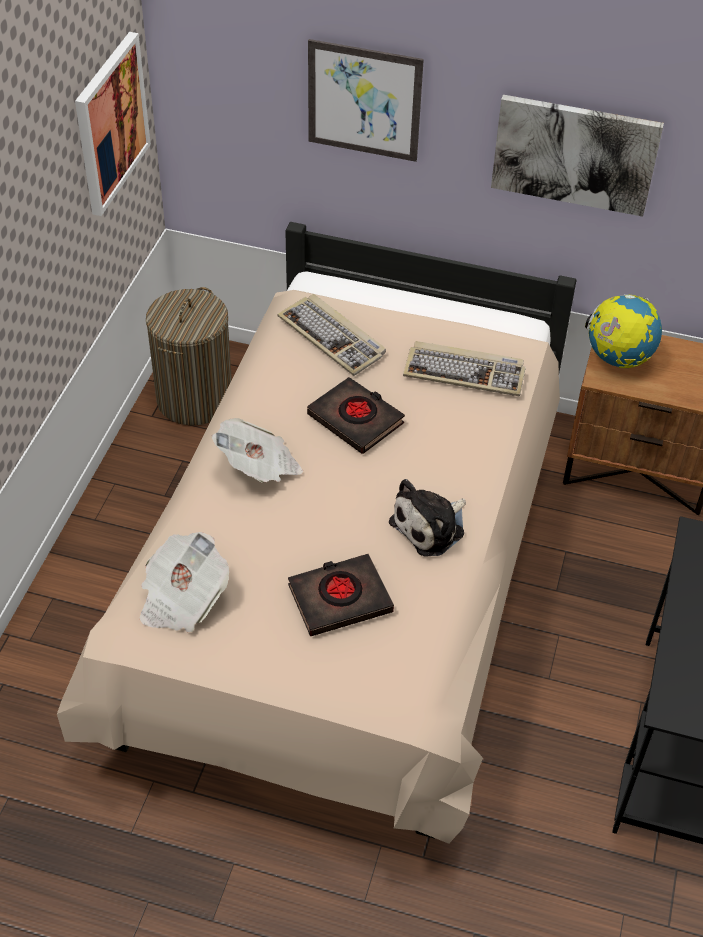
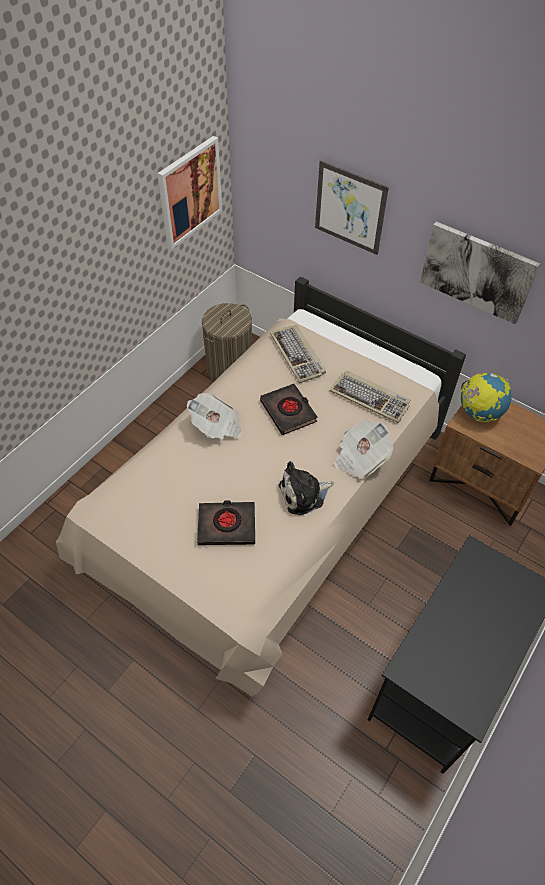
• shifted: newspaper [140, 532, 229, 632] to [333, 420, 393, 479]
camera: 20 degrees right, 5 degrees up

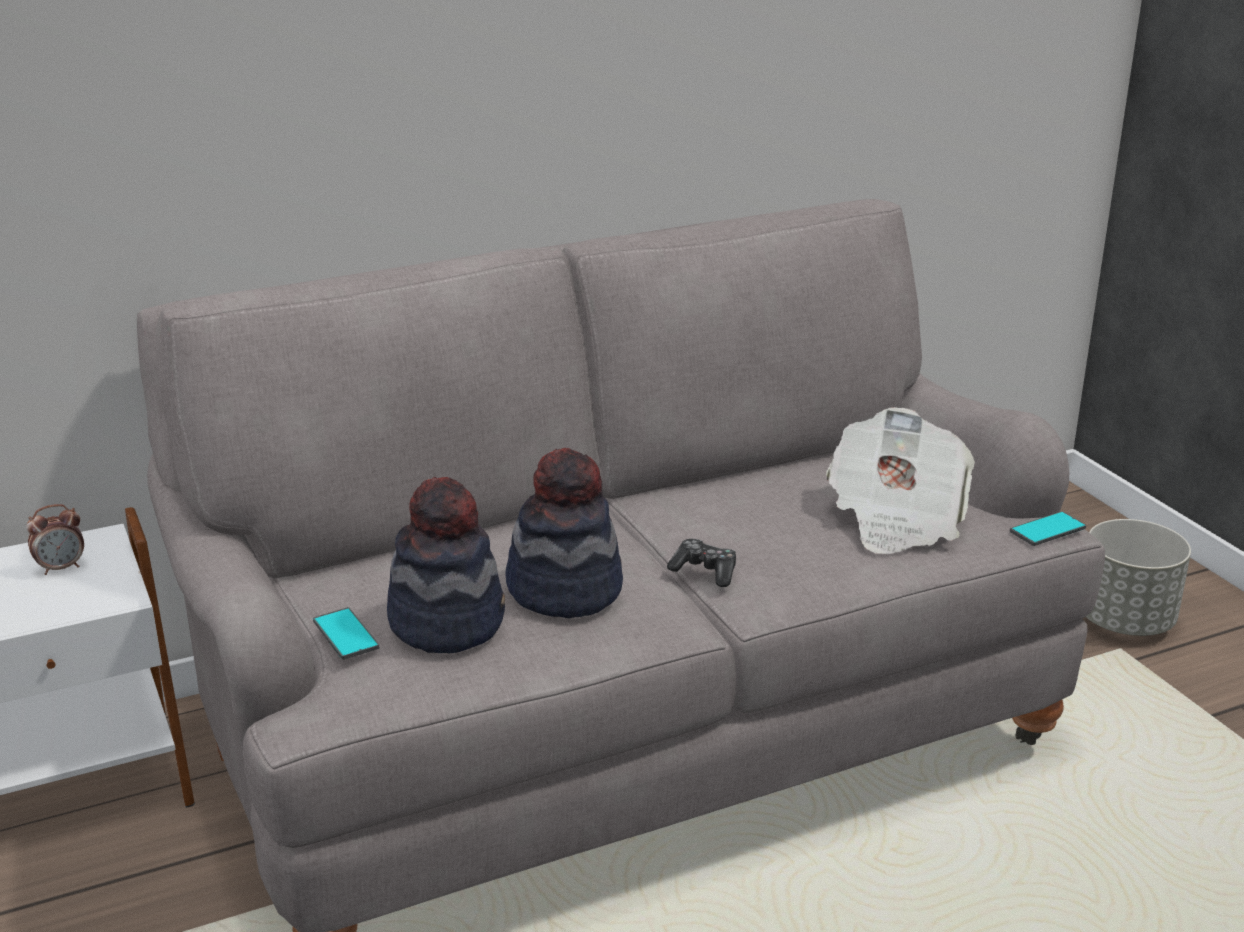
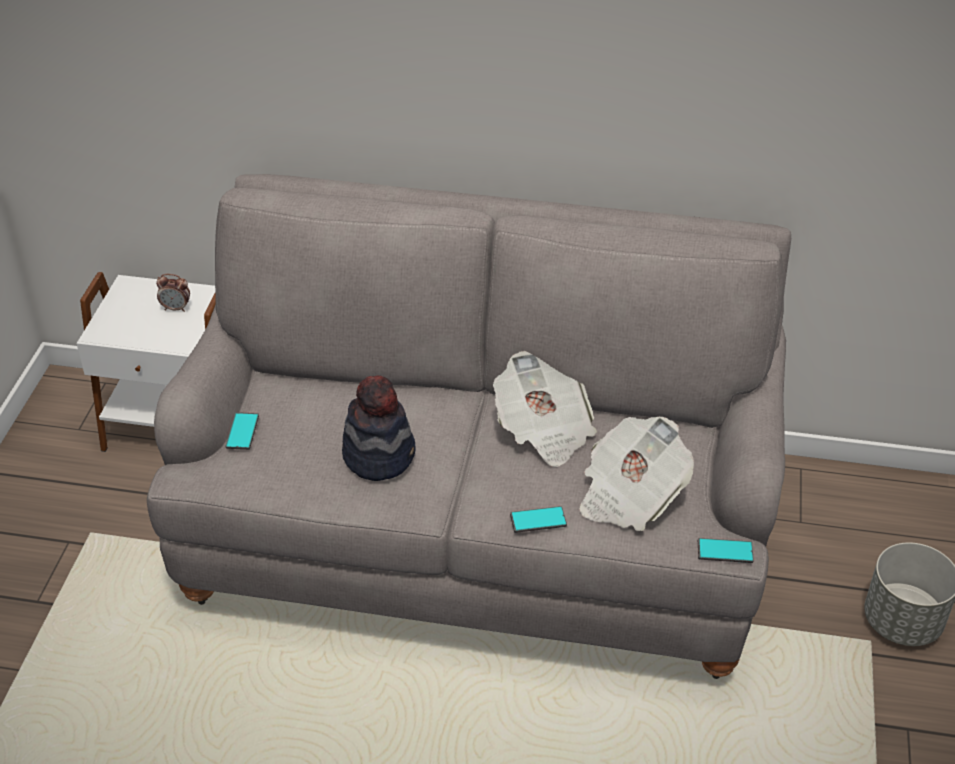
• gone: hat [387, 477, 505, 654]
• gone: game controller [667, 539, 736, 587]
• new: newspaper [493, 351, 597, 467]
• new: phone [510, 506, 567, 533]
camera: 35 degrees right, 15 degrees up

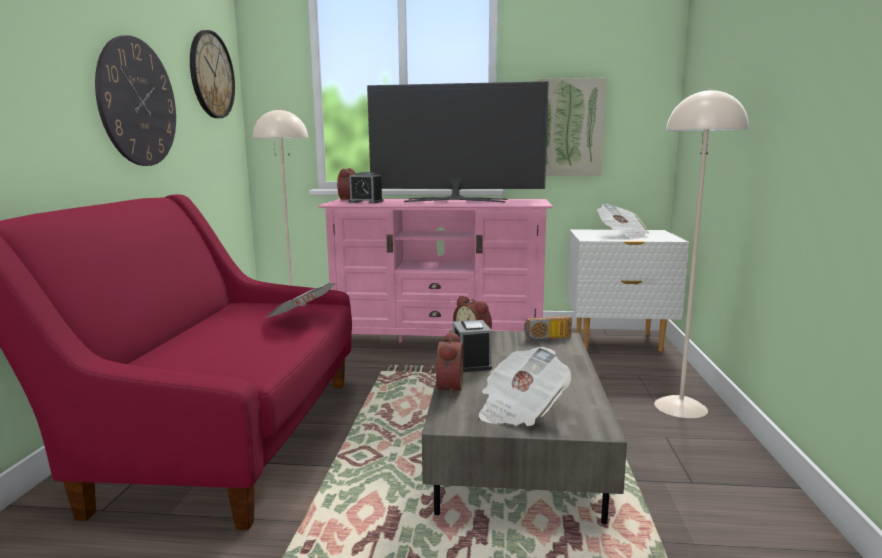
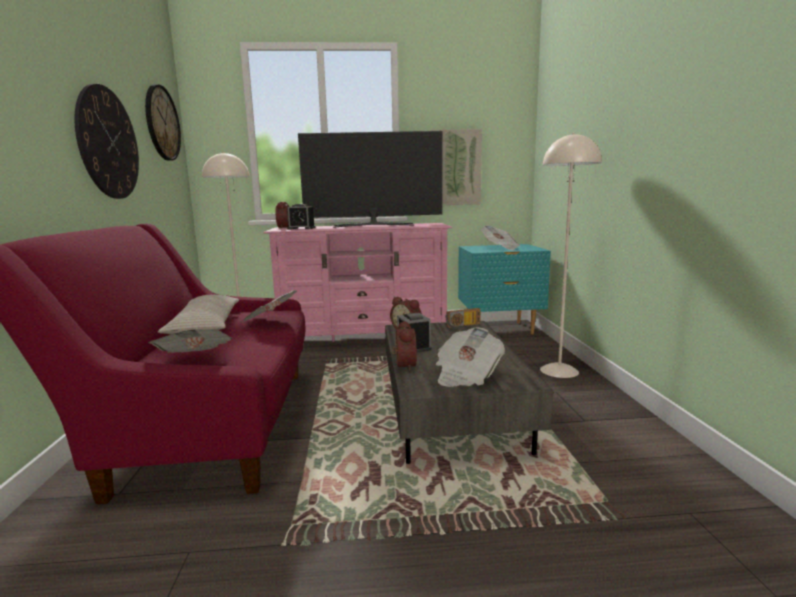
• repainted: nightstand (white) [567, 230, 689, 352] to nightstand (turquoise) [458, 244, 551, 334]
• new: pillow (beige) [158, 295, 239, 335]
• new: newspaper [148, 329, 232, 353]
camera: 10 degrees left, 0 degrees up

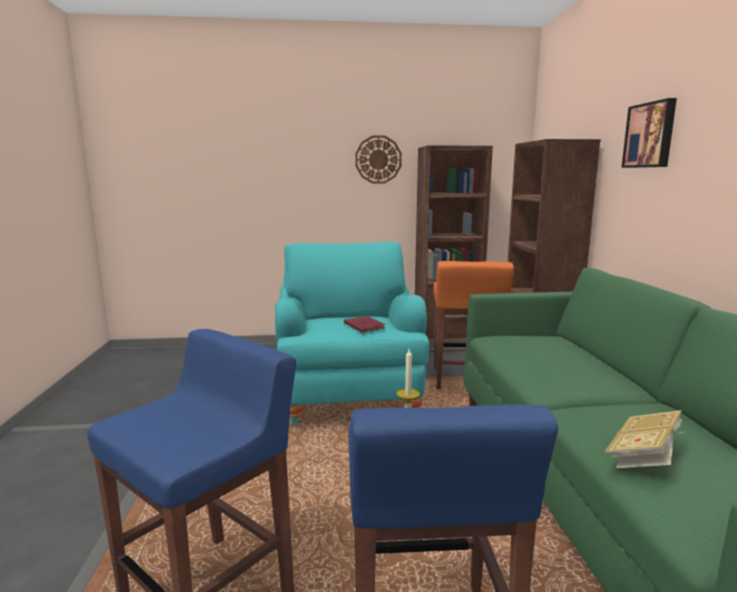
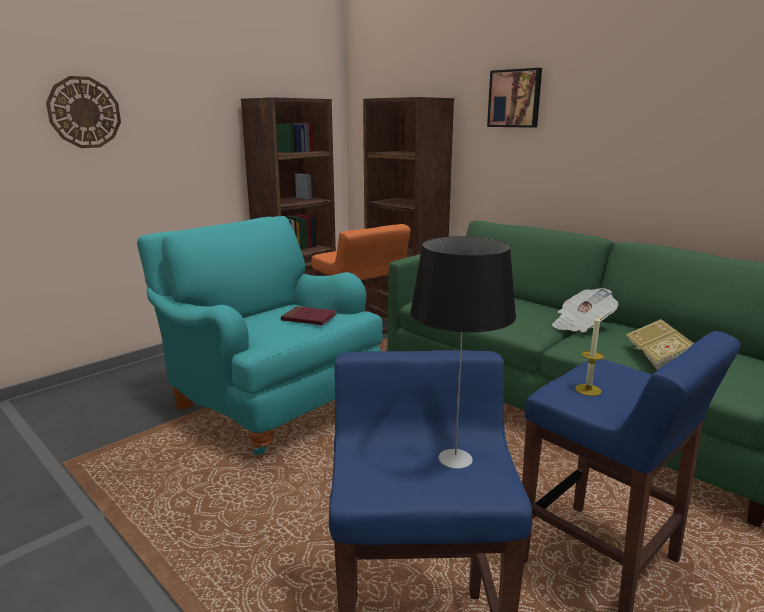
• shifted: wall clock [355, 135, 402, 184] to [46, 76, 121, 148]
• new: table lamp [410, 236, 516, 468]
• new: newspaper [552, 288, 618, 332]
camera: 40 degrees left, 5 degrees up

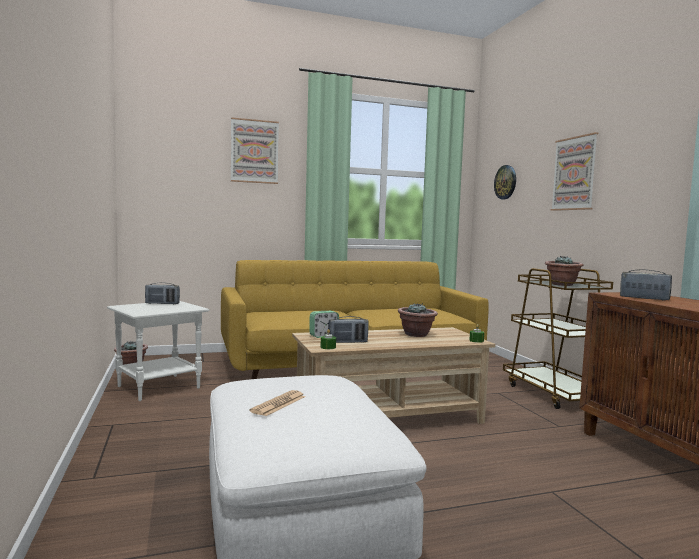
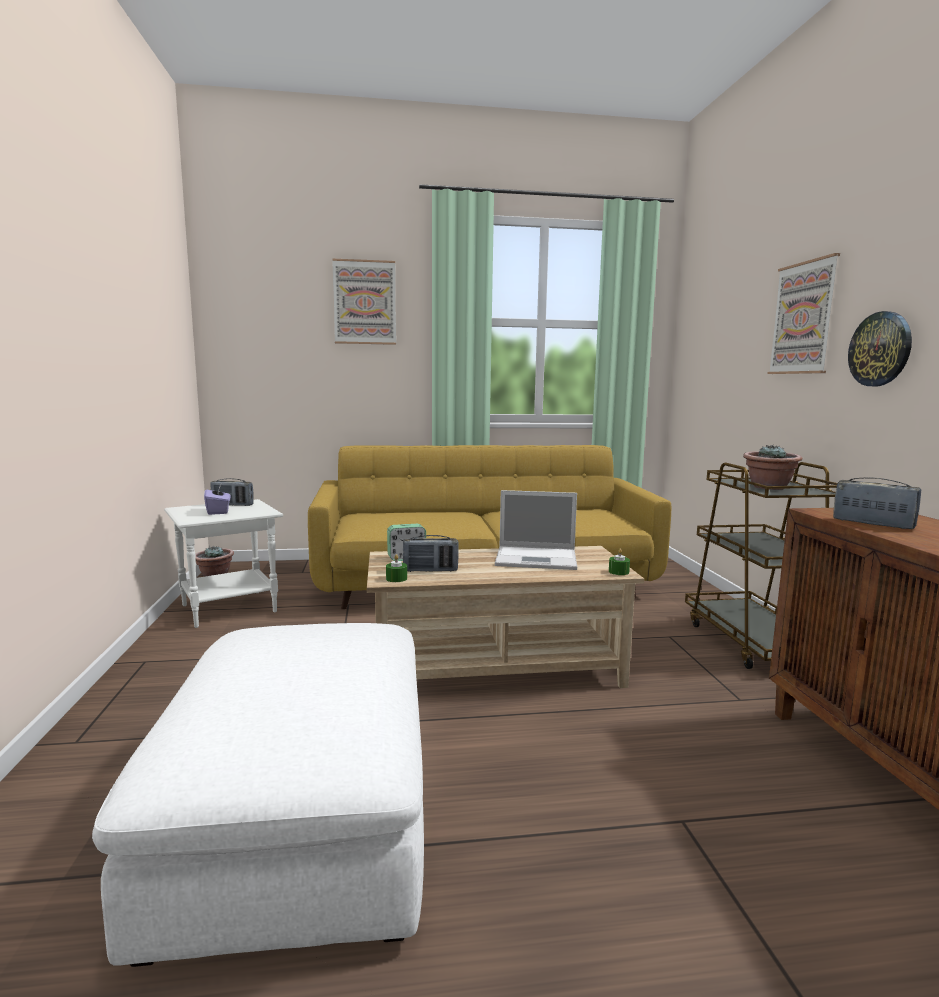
• shifted: wall clock [494, 165, 516, 199] to [848, 311, 912, 386]
• swapped: potted plant [398, 303, 438, 337] to laptop [495, 490, 577, 570]
• gone: newspaper [249, 390, 305, 416]
• new: tissue box (purple) [204, 484, 231, 515]
camera: 10 degrees right, 5 degrees up

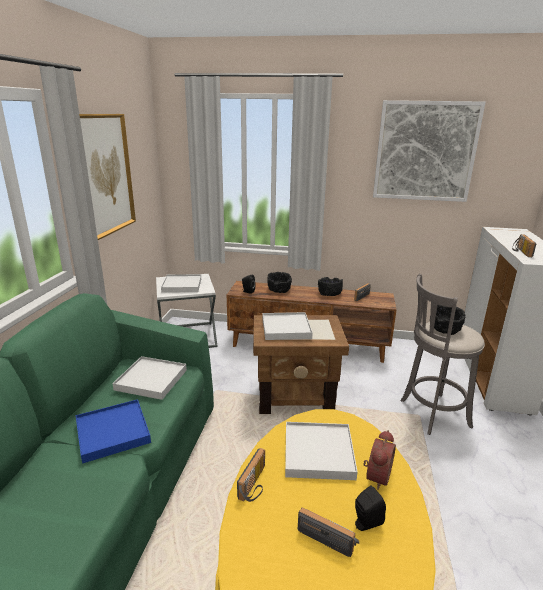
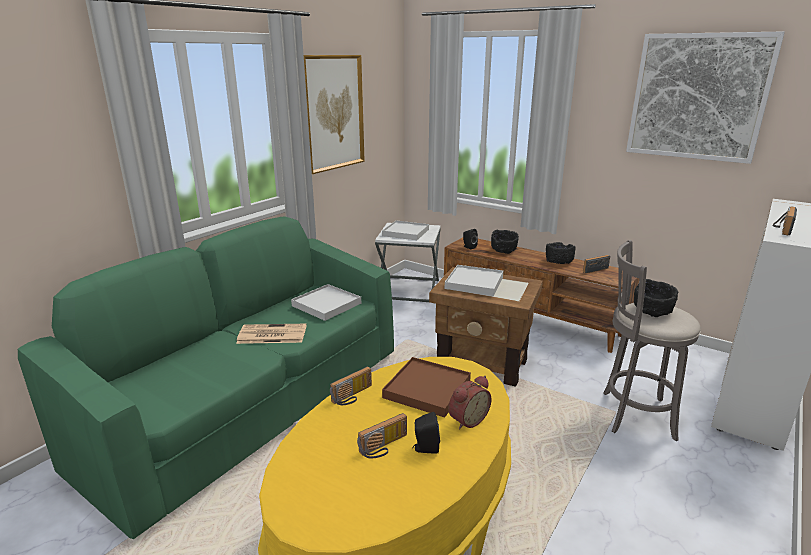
• swapped: tray (blue) [76, 399, 151, 463] to newspaper [236, 324, 307, 344]
• repainted: tray (white) [285, 422, 358, 480] to tray (brown) [382, 357, 471, 417]
• rotated: radio [298, 508, 359, 557] = [357, 413, 407, 458] 90 degrees clockwise
camera: 25 degrees right, 0 degrees up

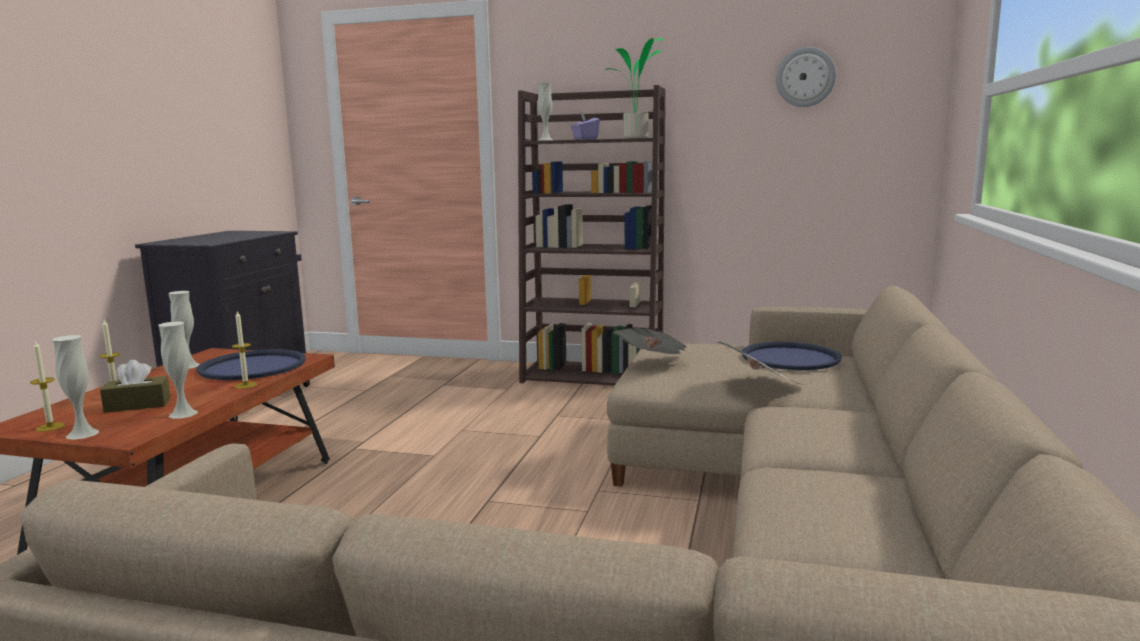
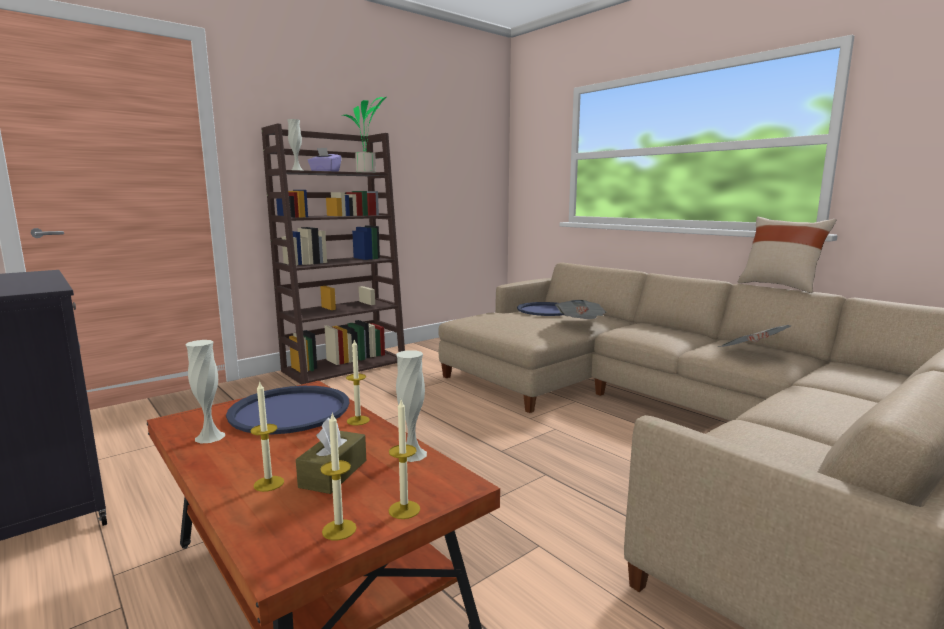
• gone: wall clock [776, 47, 836, 107]
• shifted: newspaper [613, 328, 686, 354] to [718, 325, 791, 347]
• swapped: vase (white) [52, 335, 99, 440] to candle [389, 400, 420, 519]
• new: pillow (beige) [738, 217, 836, 293]
camera: 55 degrees left, 0 degrees up

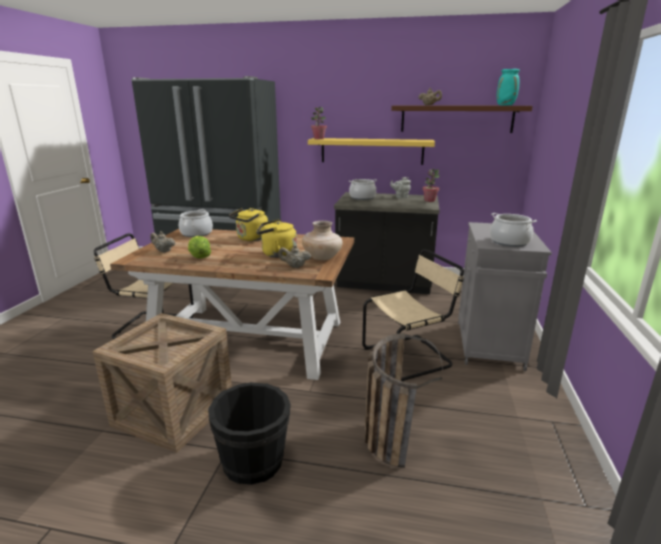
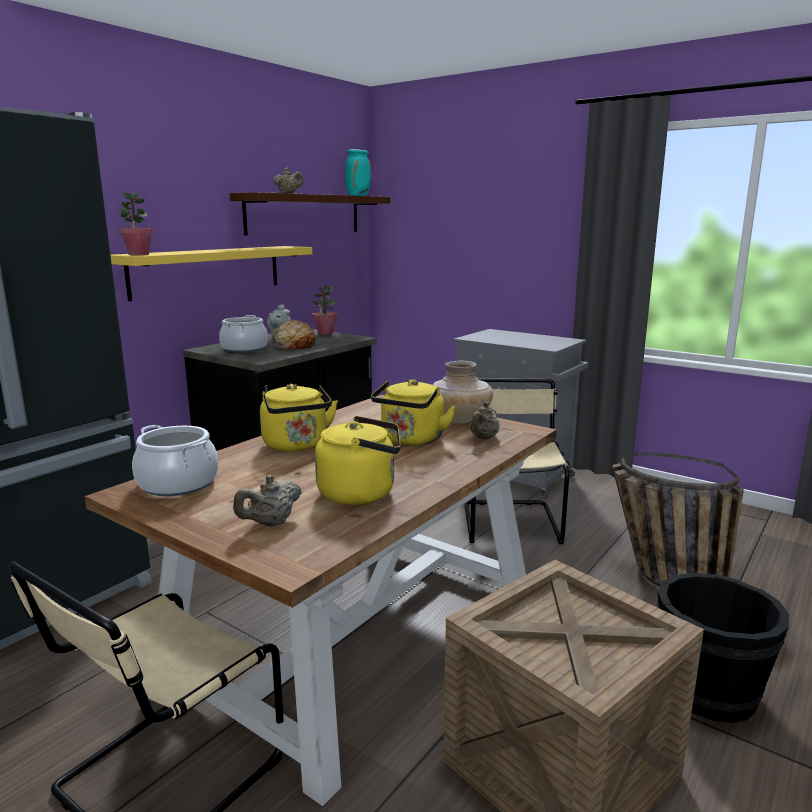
• gone: cooking pot [490, 213, 537, 247]
• swapped: lettuce [188, 236, 211, 259] to kettle (yellow) [315, 416, 401, 505]
• new: bread [274, 319, 315, 349]
camera: 65 degrees left, 5 degrees down

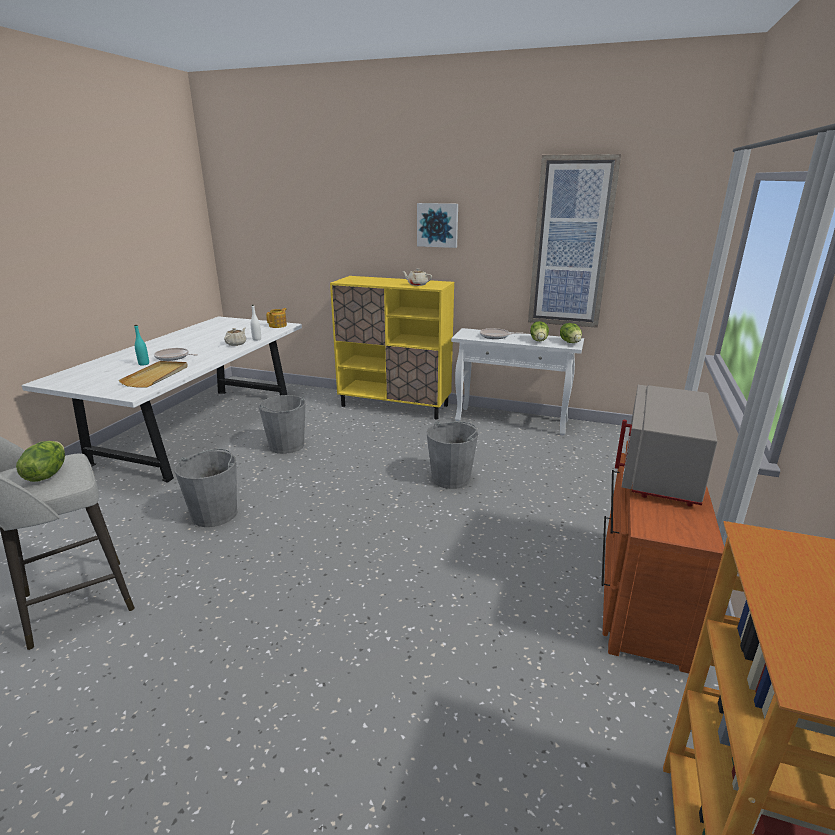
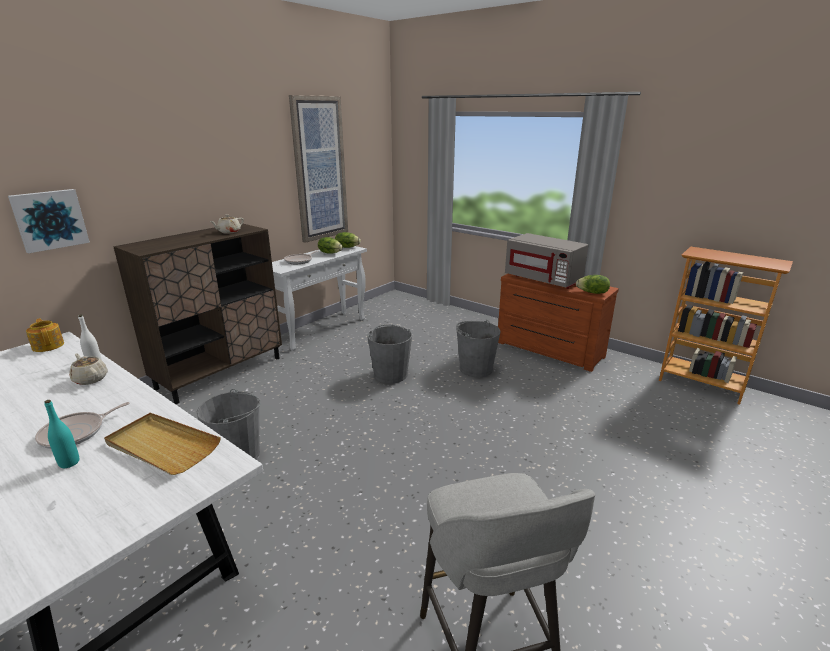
• shifted: picture [417, 203, 458, 248] to [8, 189, 90, 253]
• repainted: cabinet (yellow) [330, 276, 454, 420] to cabinet (brown) [113, 223, 282, 404]
• shifted: lettuce [16, 441, 65, 482] to [576, 275, 610, 294]
• shifted: bucket (grey) [175, 448, 238, 527] to [456, 320, 501, 377]
camera: 70 degrees left, 0 degrees up

